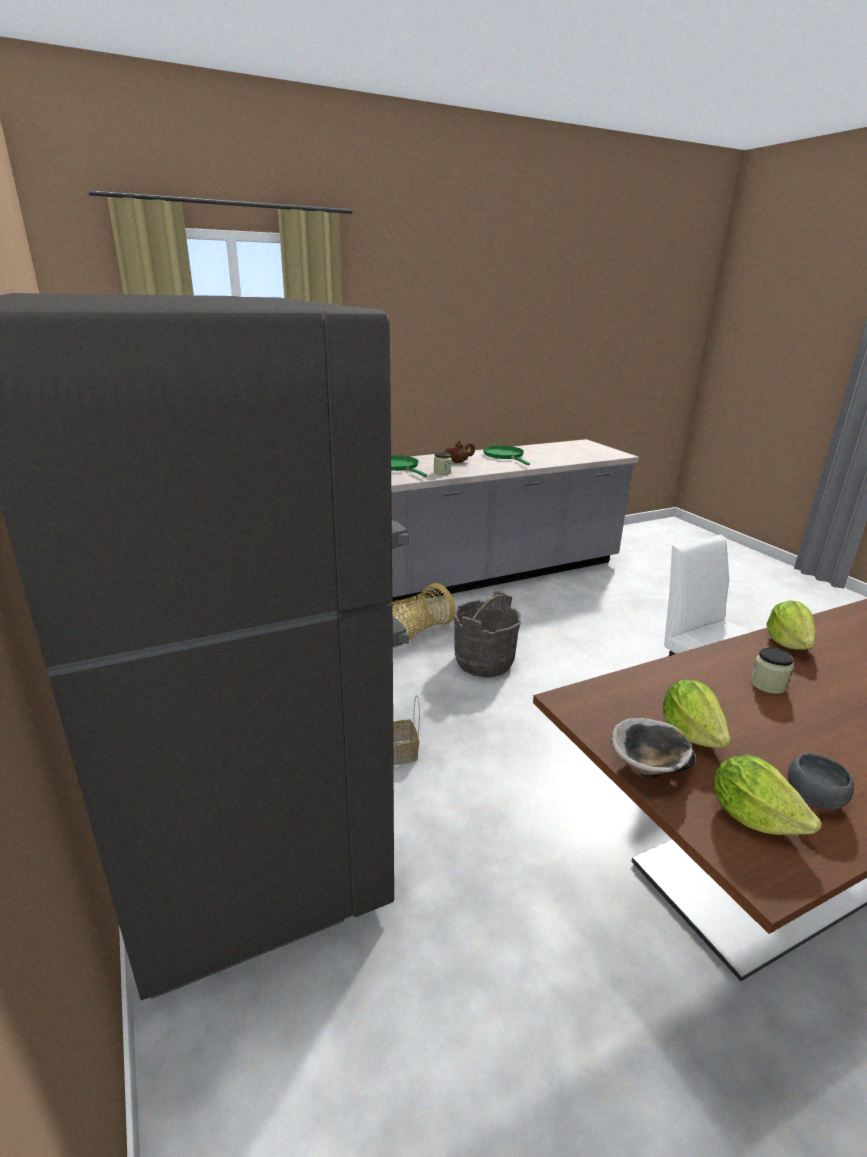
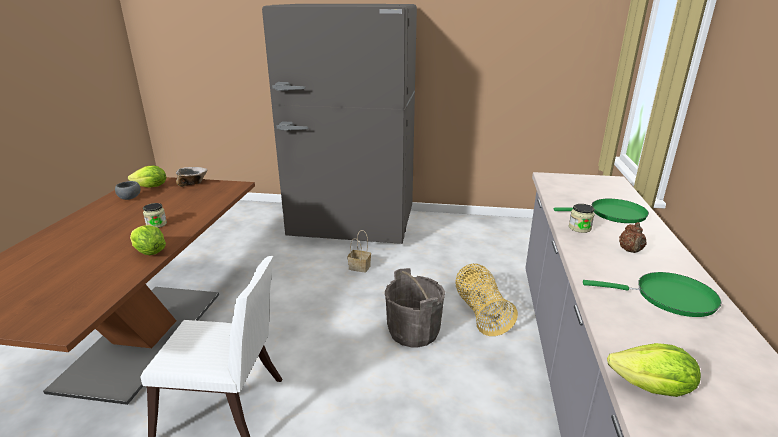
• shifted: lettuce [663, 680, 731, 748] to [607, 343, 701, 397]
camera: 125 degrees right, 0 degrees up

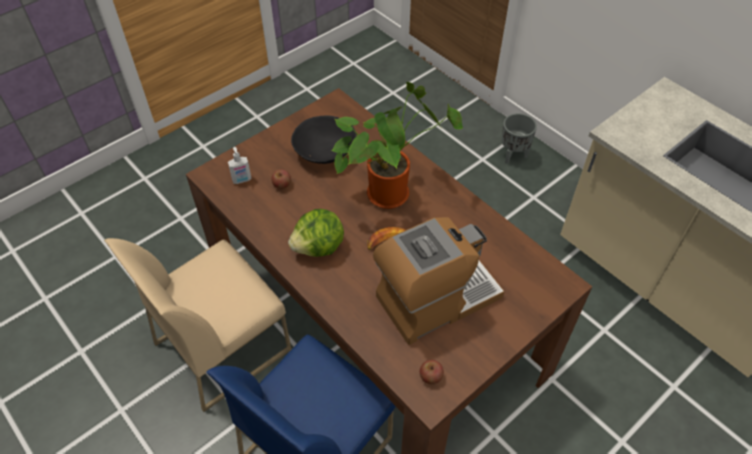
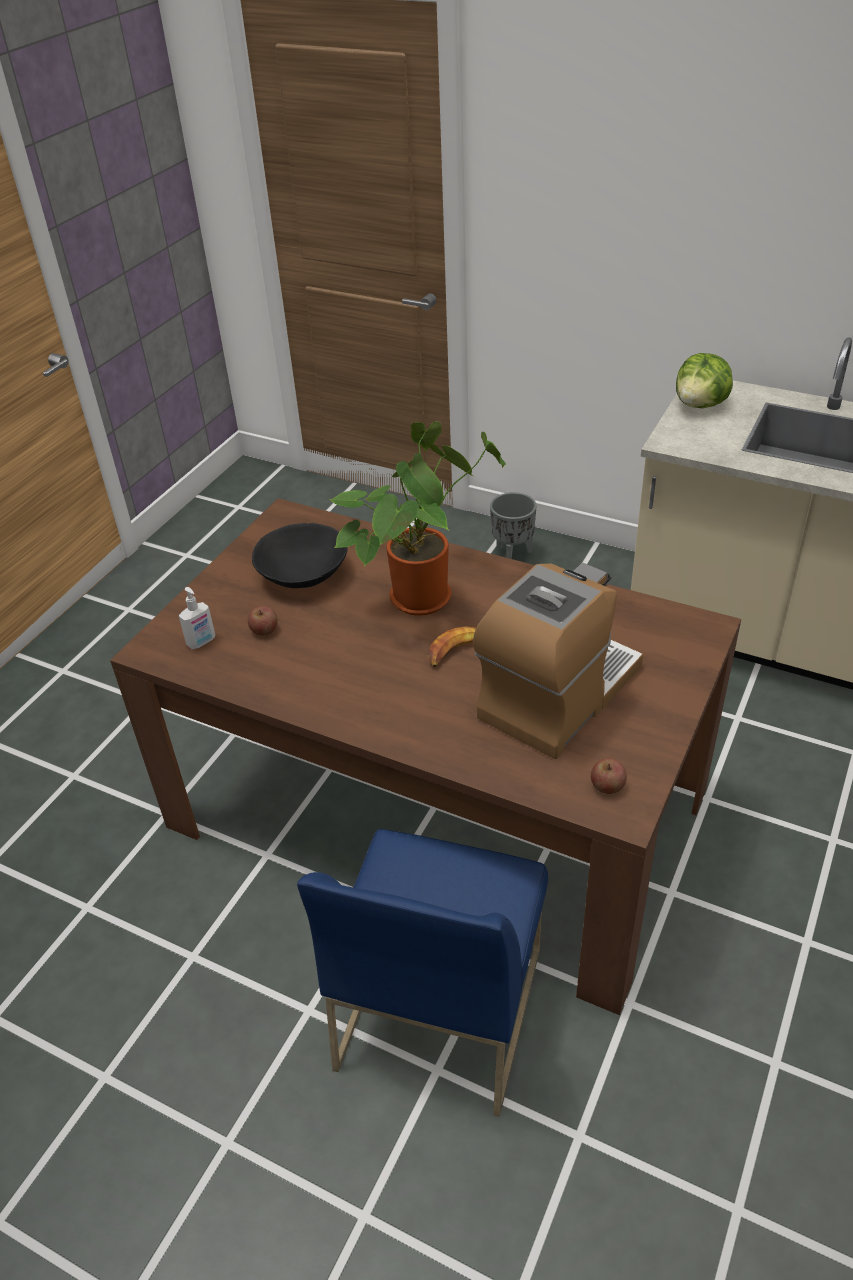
• shifted: lettuce [288, 209, 344, 257] to [676, 353, 733, 408]
• gone: chair (beige) [104, 238, 291, 412]
camera: 20 degrees left, 10 degrees down

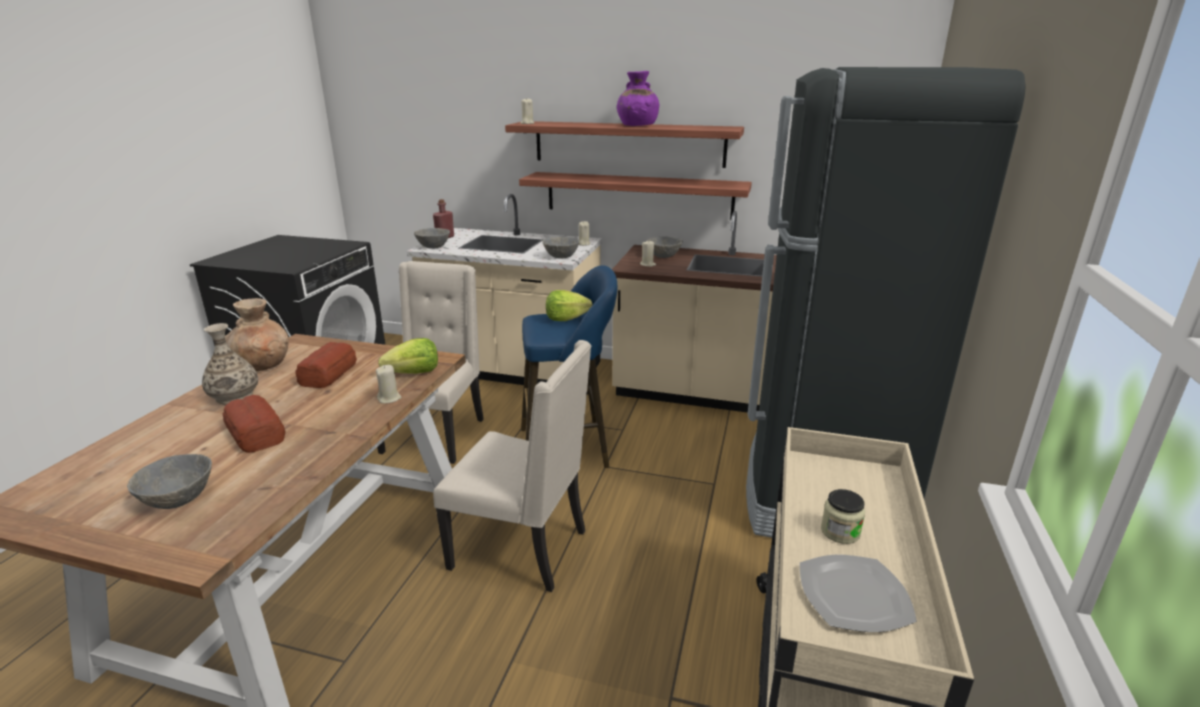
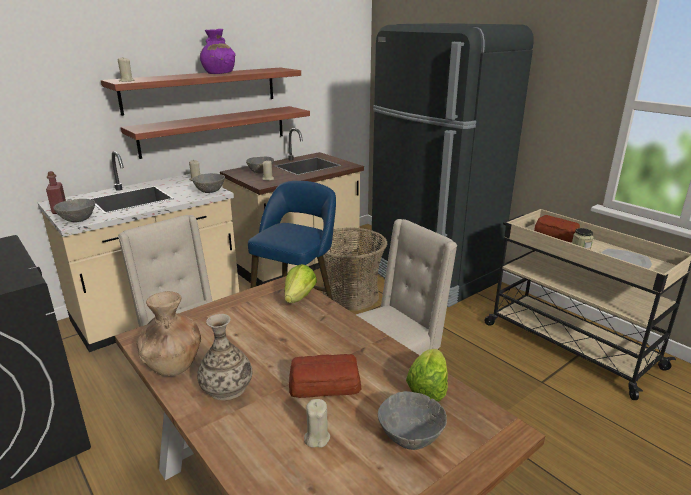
• shifted: lettuce [546, 290, 592, 321] to [406, 349, 448, 402]
• shifted: bread [295, 342, 357, 388] to [534, 215, 580, 242]
• shifted: candle (beige) [376, 365, 401, 404] to [304, 399, 330, 448]
• new: basket [322, 227, 387, 310]
camera: 55 degrees left, 0 degrees up

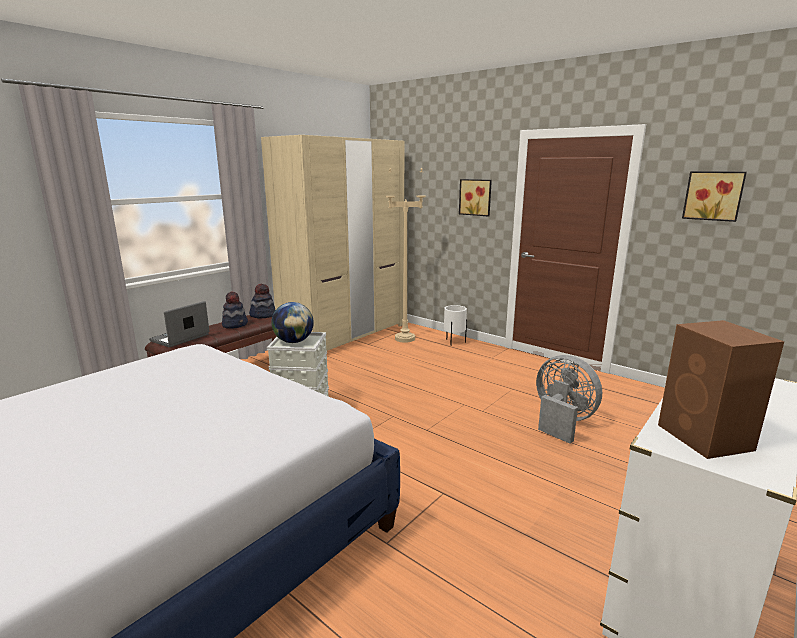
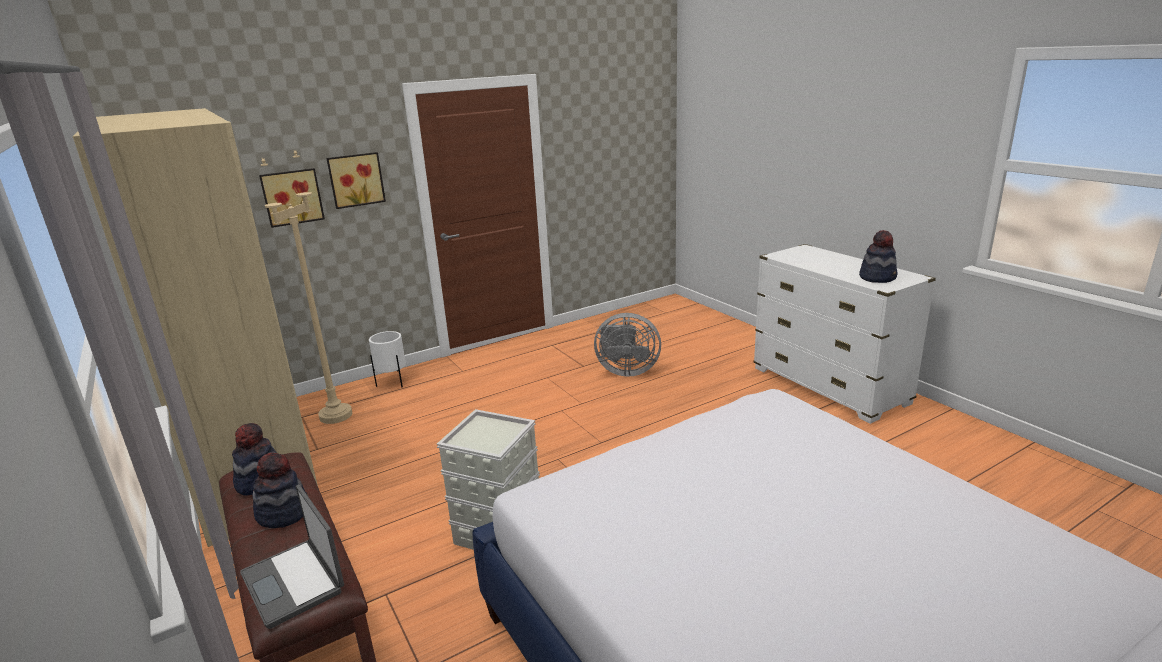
• shifted: picture [682, 171, 747, 222] to [259, 168, 325, 228]
• gone: globe [271, 302, 314, 343]
• swapped: speaker (brown) [658, 320, 784, 459] to hat [859, 230, 897, 283]
• rotated: fan (grey) [536, 355, 602, 444] = [594, 313, 661, 377] 150 degrees counterclockwise
camera: 70 degrees left, 5 degrees up

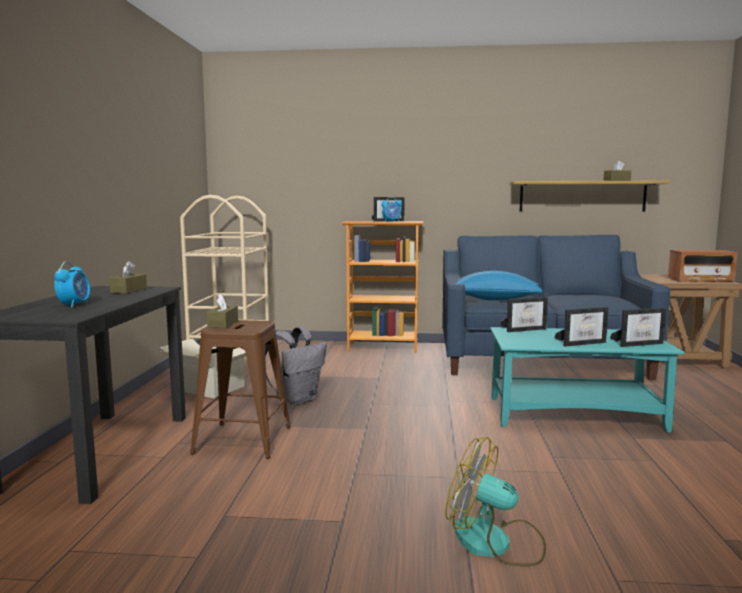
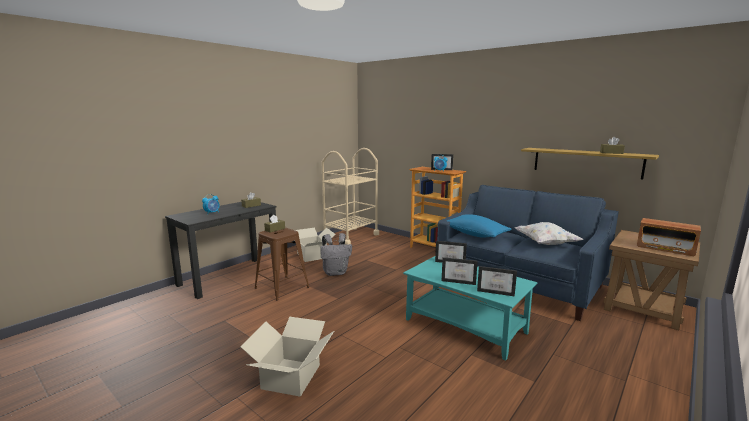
• swapped: fan [445, 437, 546, 566] to cardboard box [240, 317, 334, 397]
• new: pillow (white) [515, 222, 583, 245]
camera: 35 degrees right, 5 degrees up

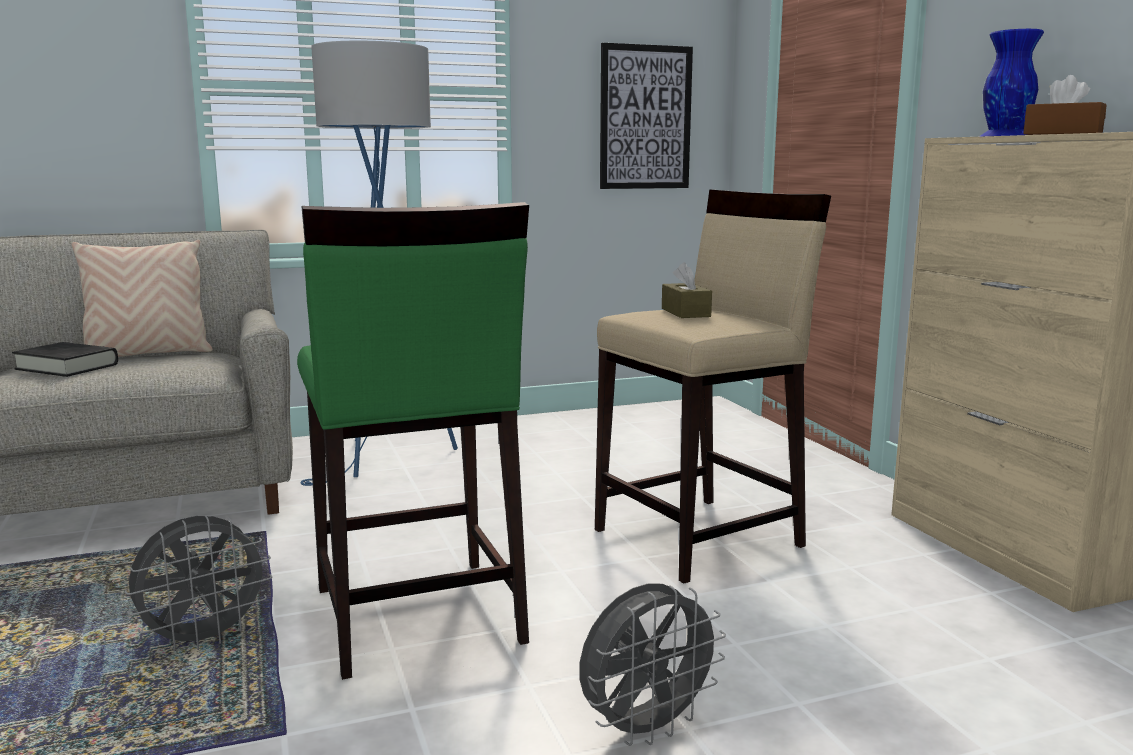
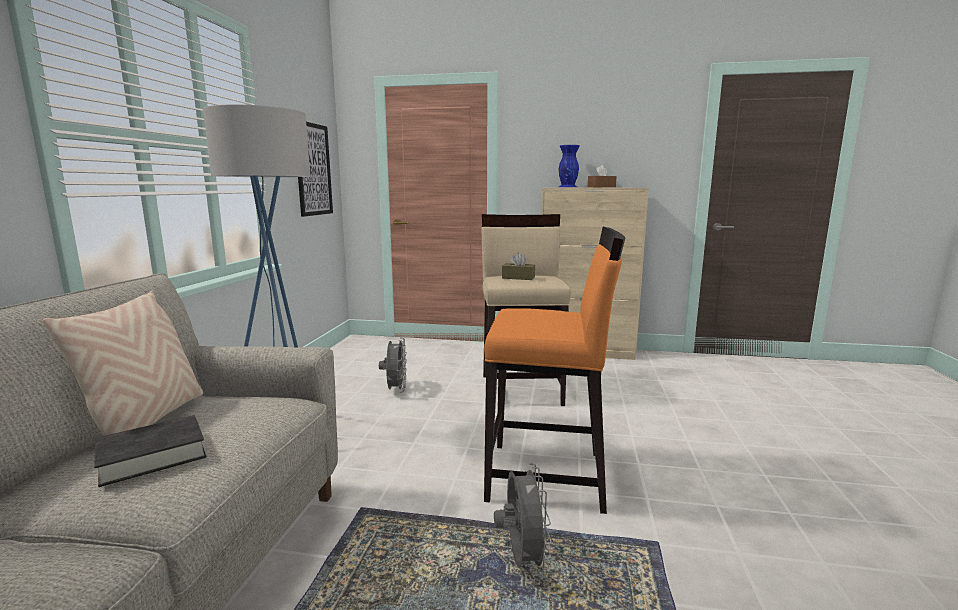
• repainted: stool (green) [297, 202, 529, 680] to stool (orange) [484, 227, 625, 514]
• shifted: fan (grey) [580, 584, 726, 746] to [379, 338, 407, 393]
camera: 60 degrees left, 0 degrees up

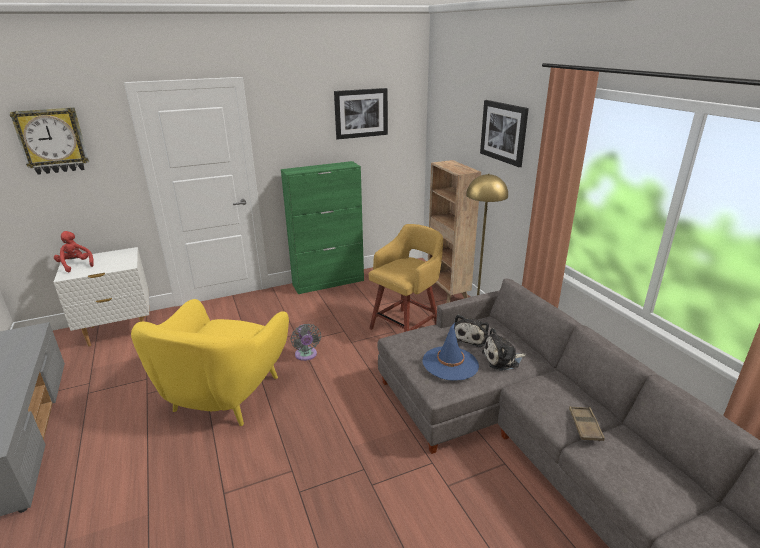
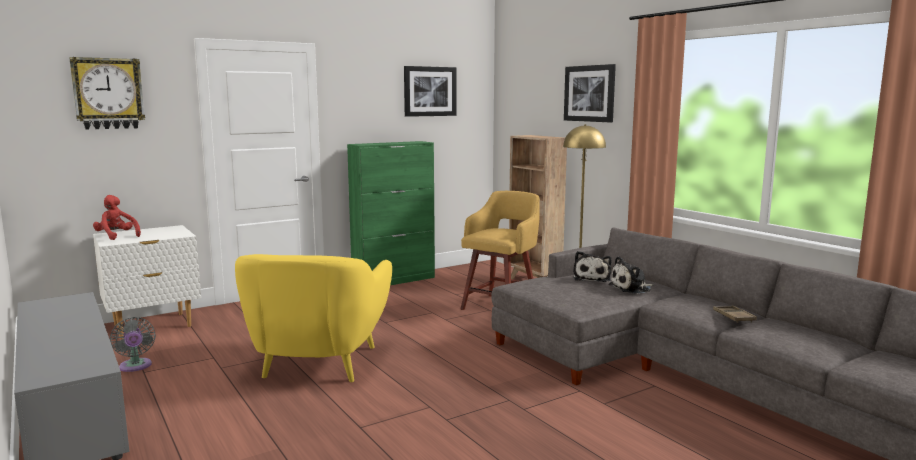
• gone: hat (blue) [422, 323, 479, 381]
• shifted: fan (grey) [290, 324, 321, 361] to [110, 317, 156, 372]
camera: 10 degrees left, 15 degrees down

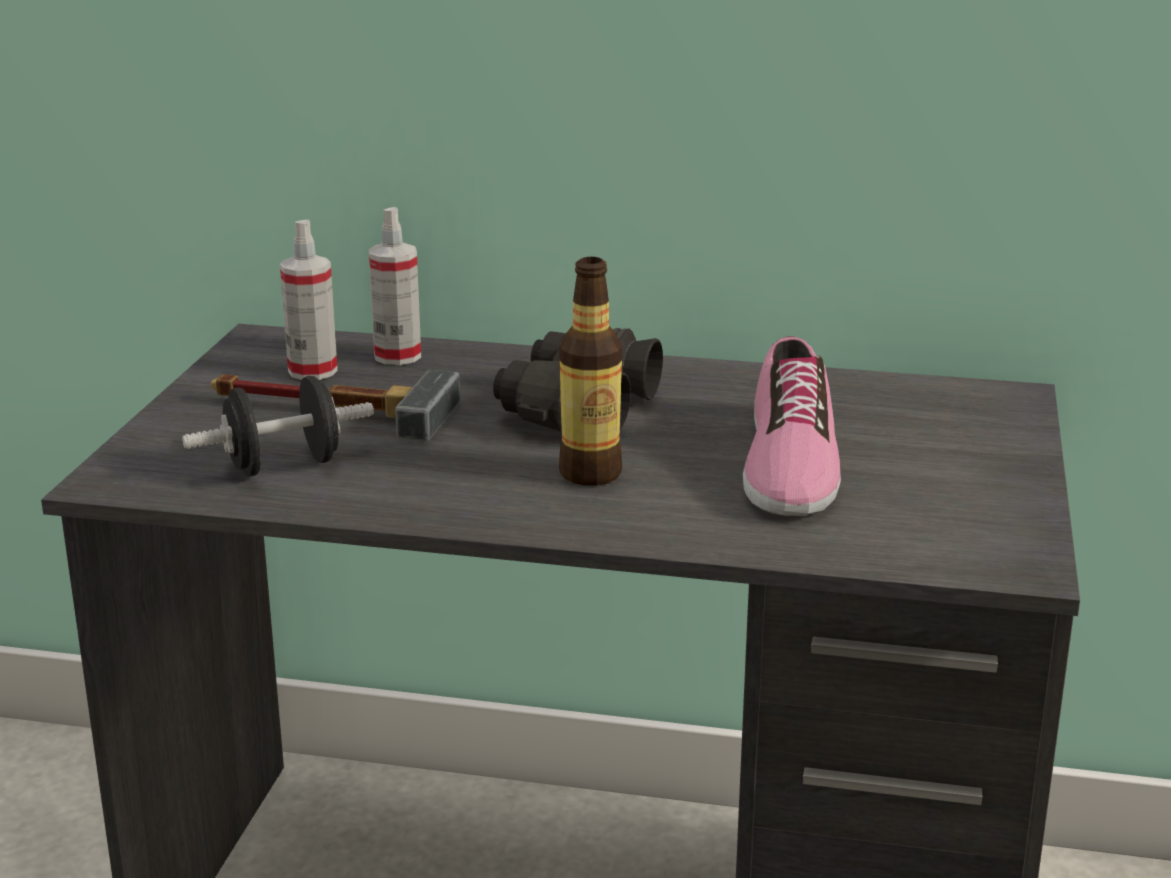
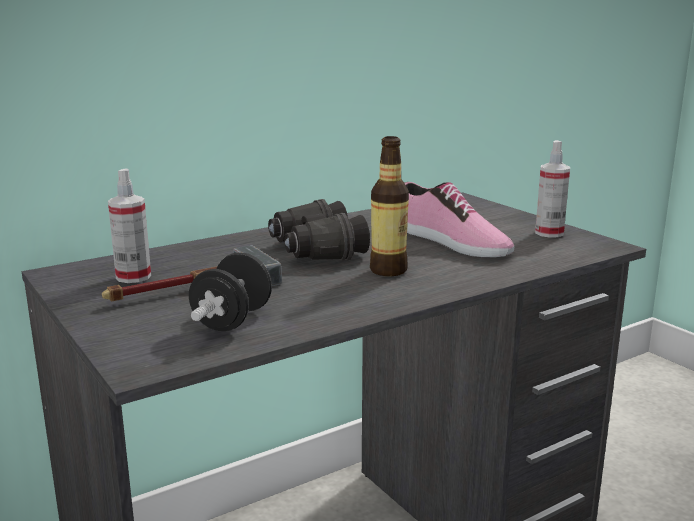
• shifted: spray bottle [369, 207, 421, 365] to [535, 140, 570, 237]
camera: 45 degrees left, 5 degrees down

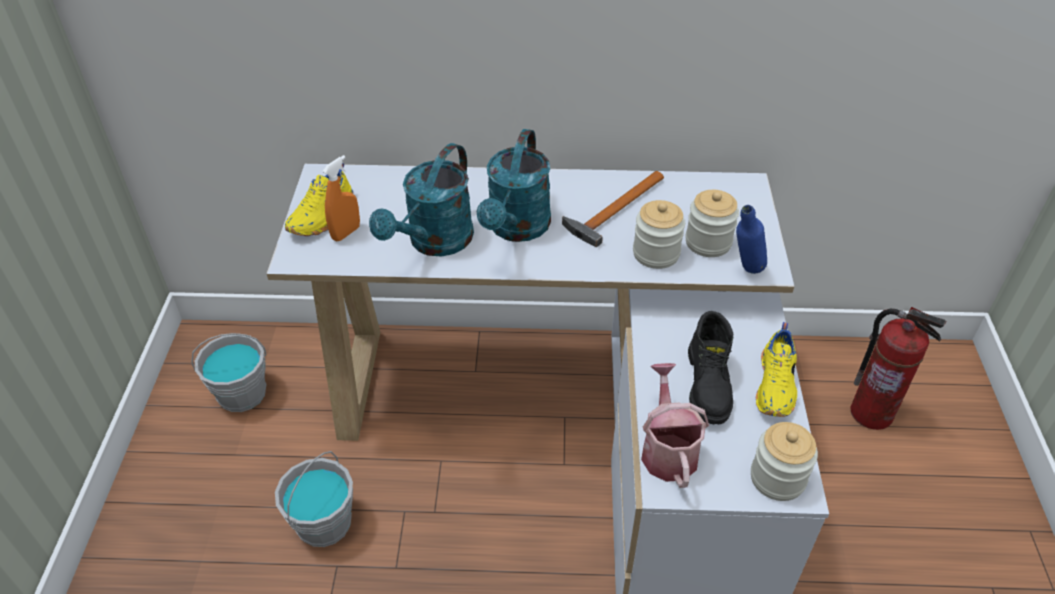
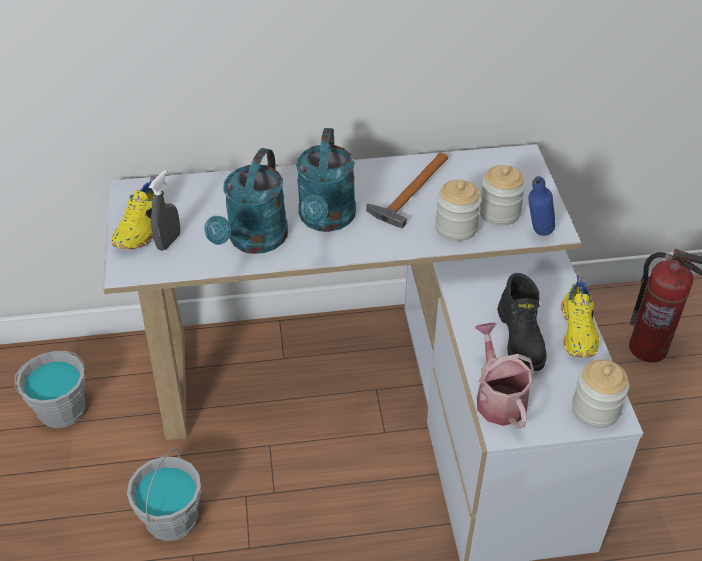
• repainted: spray bottle (orange) [322, 155, 360, 241] to spray bottle (grey) [149, 170, 180, 251]
camera: 10 degrees left, 0 degrees up

